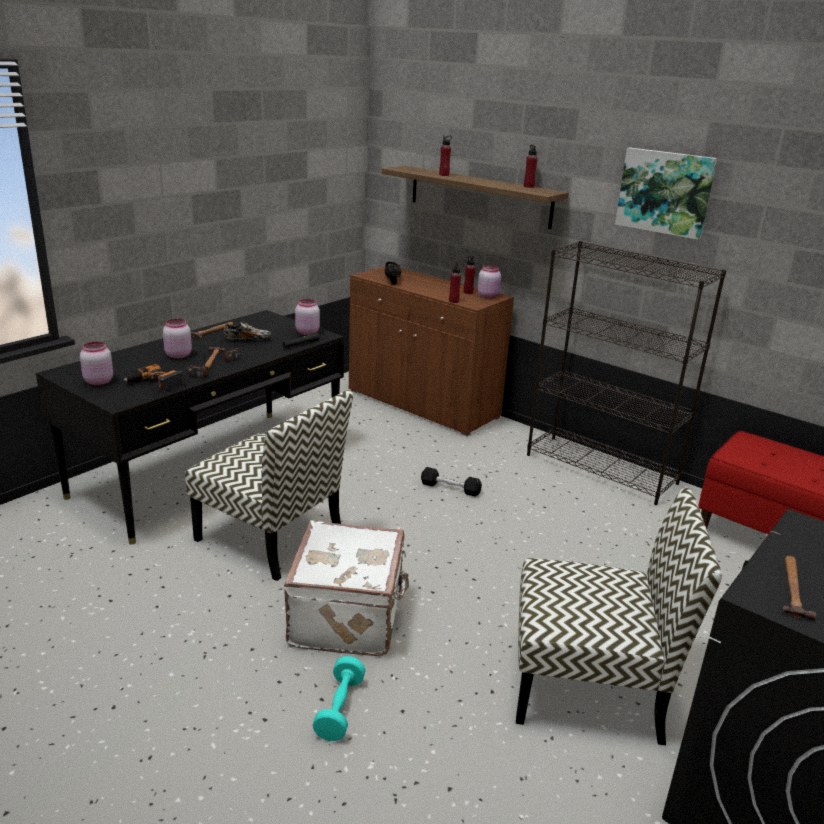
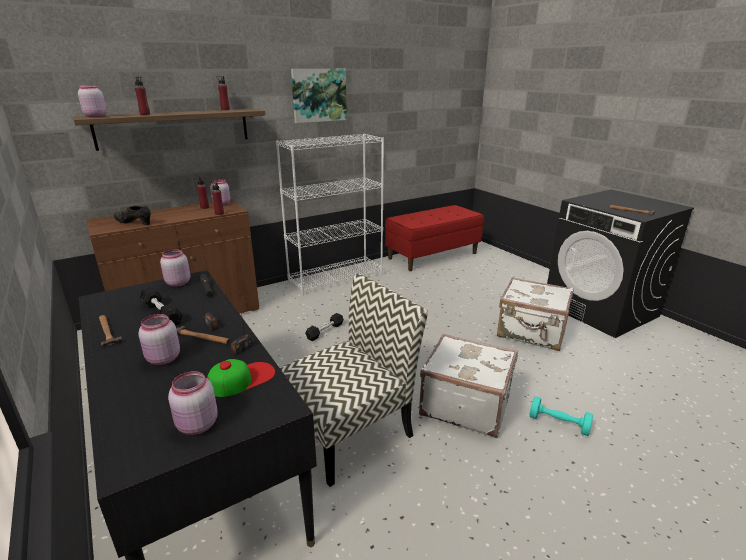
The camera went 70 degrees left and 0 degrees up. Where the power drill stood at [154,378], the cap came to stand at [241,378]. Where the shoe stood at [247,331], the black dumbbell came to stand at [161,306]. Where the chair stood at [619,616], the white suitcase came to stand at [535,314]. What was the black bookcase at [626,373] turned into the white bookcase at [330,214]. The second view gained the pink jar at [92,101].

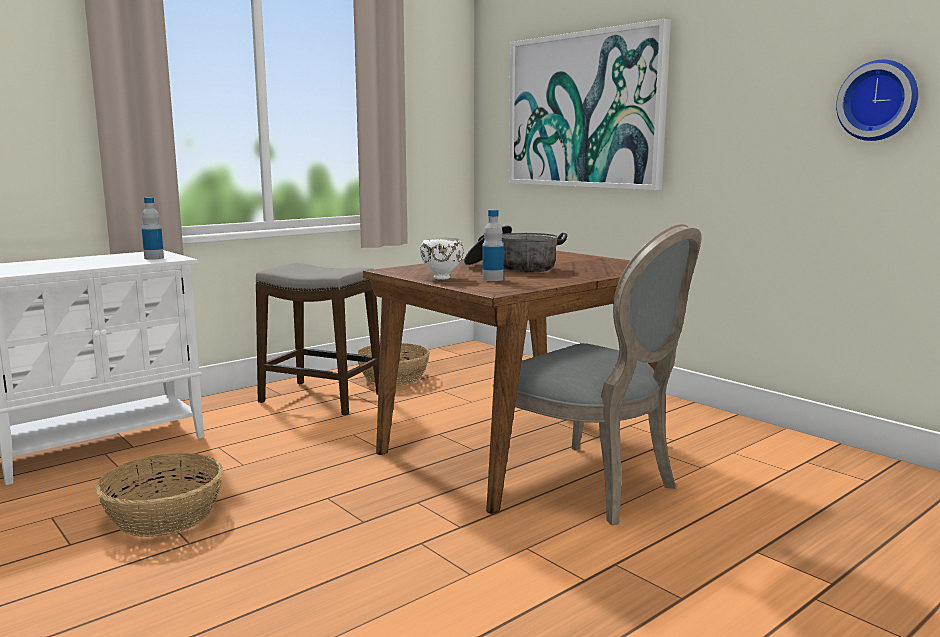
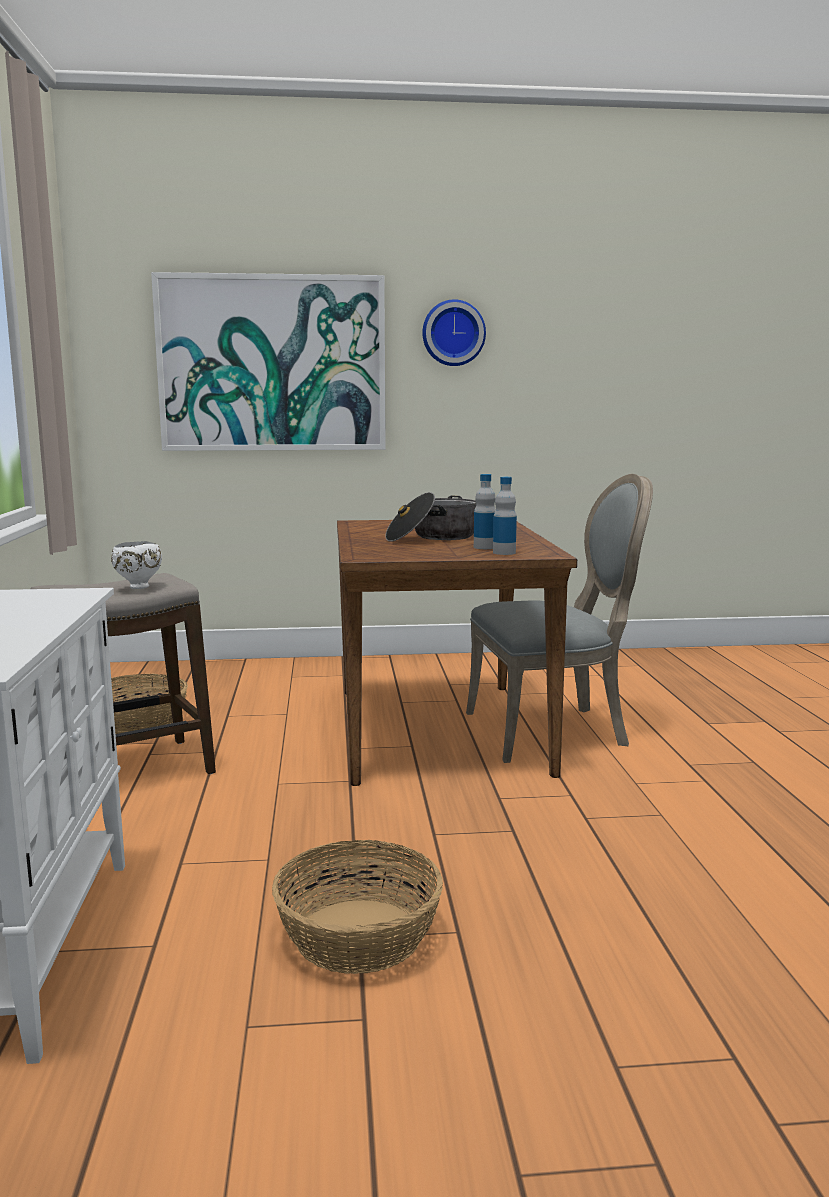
The camera went 55 degrees left and 0 degrees up. The bottle ended up elsewhere, having gone from [153,228] to [505,516]. The white bowl ended up elsewhere, having gone from [441,258] to [136,565]. The wall clock ended up elsewhere, having gone from [877,100] to [454,332].

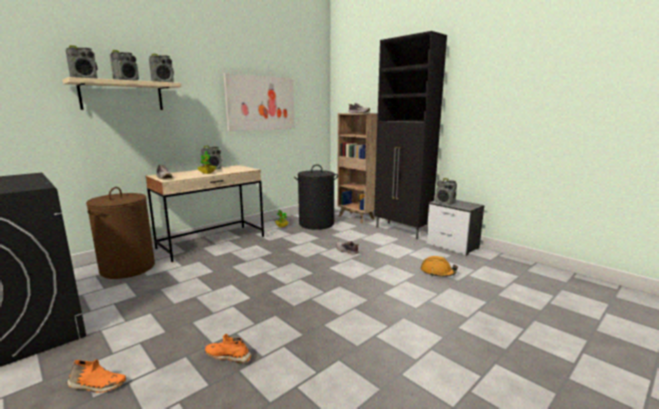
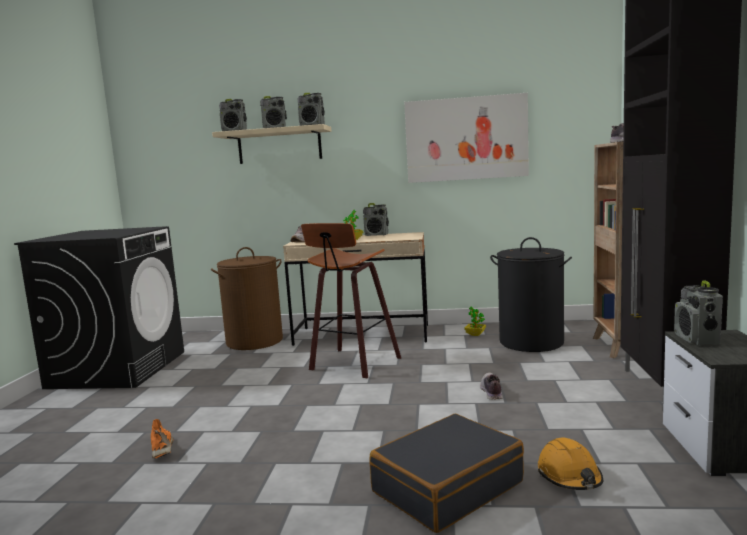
The camera went 50 degrees right and 5 degrees down. The second view lost the orange shoe at [96,376]. The second view gained the stool at [351,300]. The second view gained the black suitcase at [447,473].

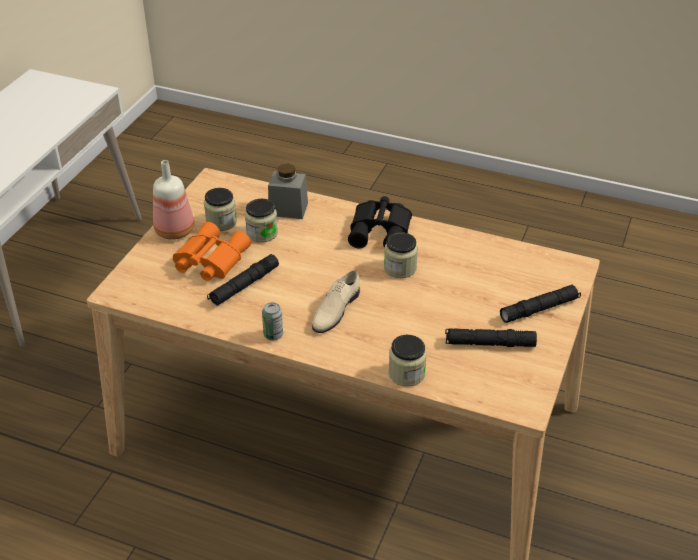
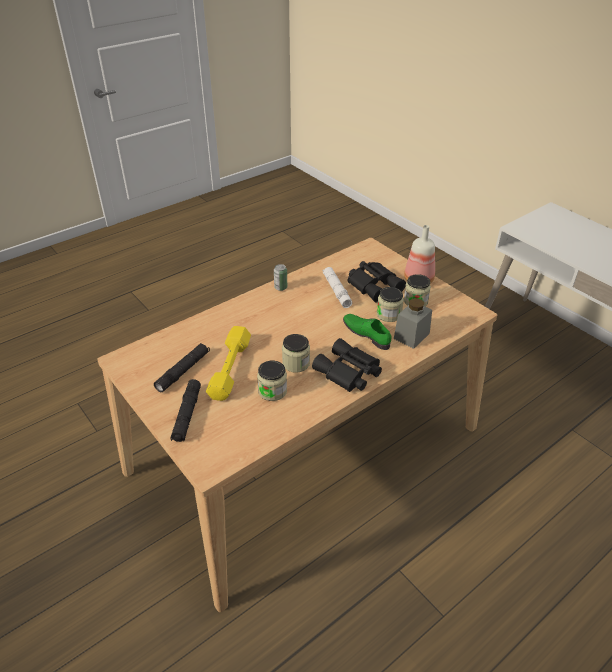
The camera went 120 degrees right and 0 degrees up. What was the orange binoculars at [212,251] turned into the black binoculars at [377,282]. What was the black flashlight at [243,280] turned into the white flashlight at [337,287]. The second view lost the beige shoe at [336,301]. The jar ended up elsewhere, having gone from [407,361] to [272,381]. The second view gained the yellow dumbbell at [228,363]. The second view gained the green shoe at [367,332].

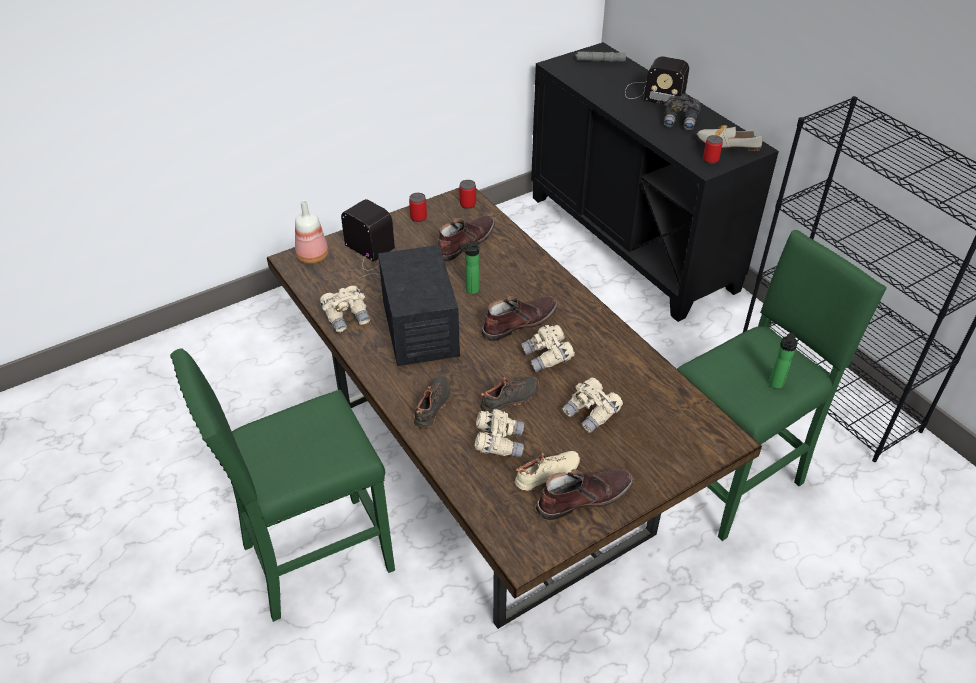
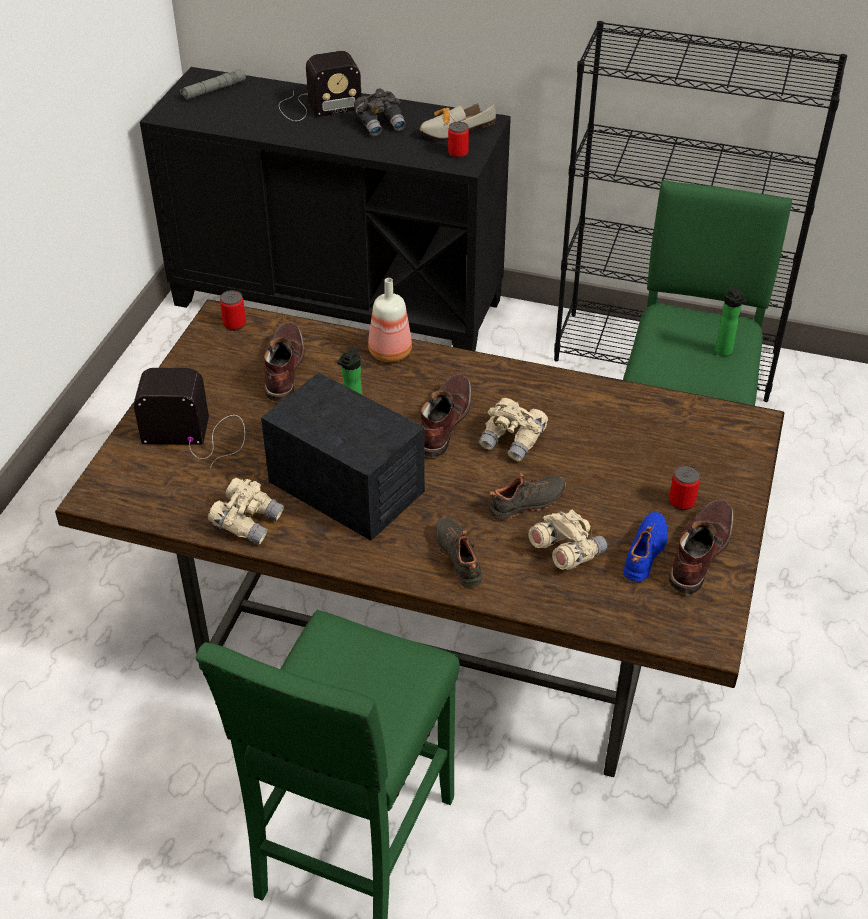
The camera went 40 degrees left and 0 degrees up. The bottle ended up elsewhere, having gone from [311,232] to [390,320]. The can ended up elsewhere, having gone from [418,207] to [684,487]. The black shoe at [509,394] ended up facing another way, 45 degrees clockwise from before. What was the beige shoe at [547,471] turned into the blue shoe at [645,547]. The second view lost the beige binoculars at [592,405].

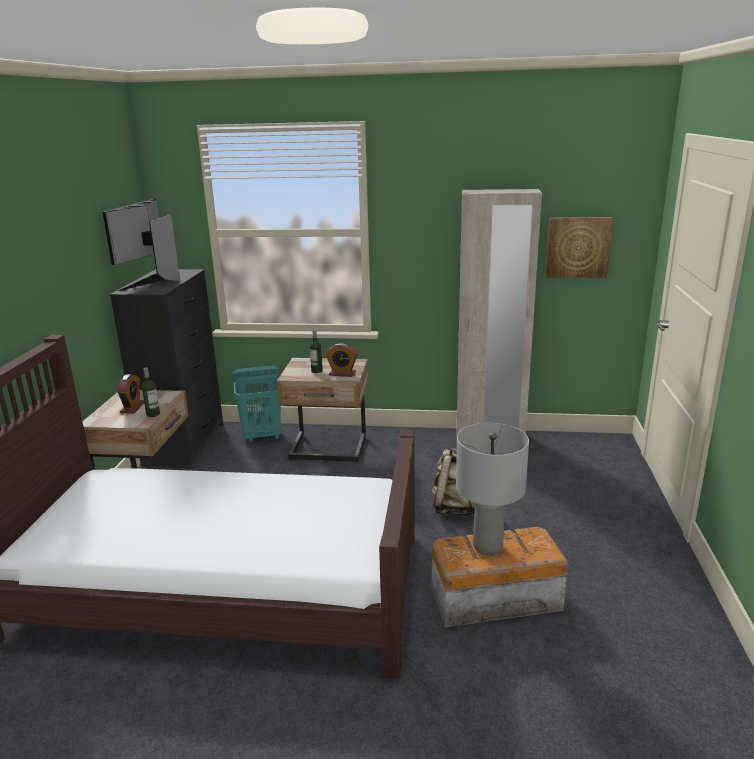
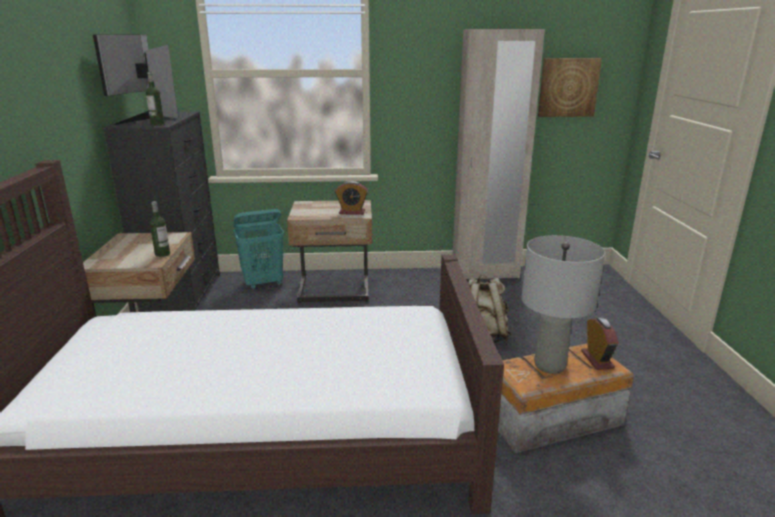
The camera went 10 degrees left and 0 degrees up. The alarm clock ended up elsewhere, having gone from [130,393] to [600,343]. The bottle ended up elsewhere, having gone from [316,351] to [155,98].

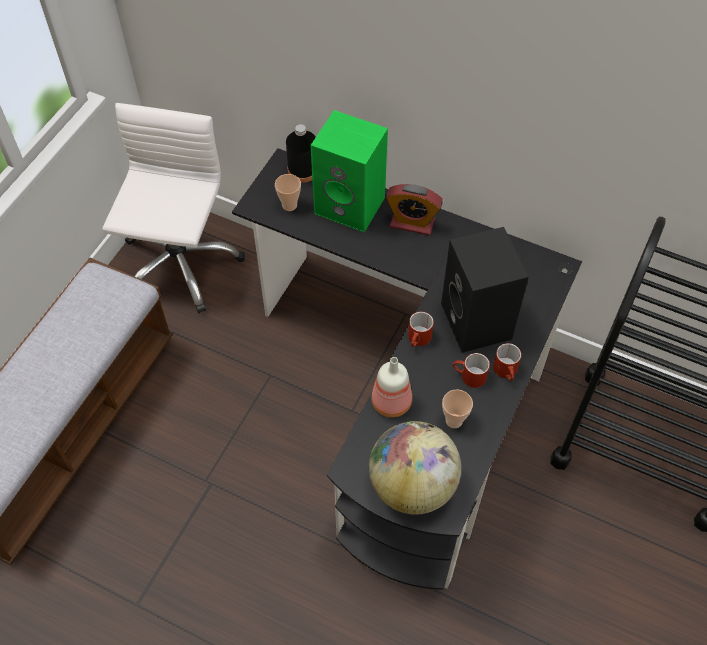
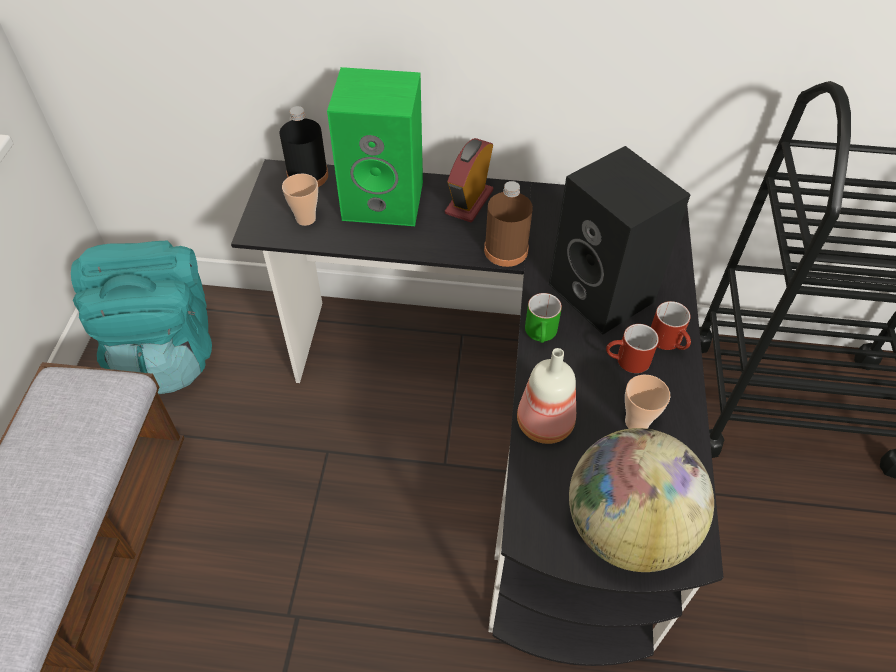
The camera went 20 degrees left and 5 degrees down. Where the white office chair stood at [173,208], the turquoise backpack came to stand at [141,317]. The alarm clock at [414,209] ended up facing another way, 120 degrees clockwise from before. What was the red mug at [421,329] turned into the green mug at [543,318]. The second view gained the brown bottle at [508,224].

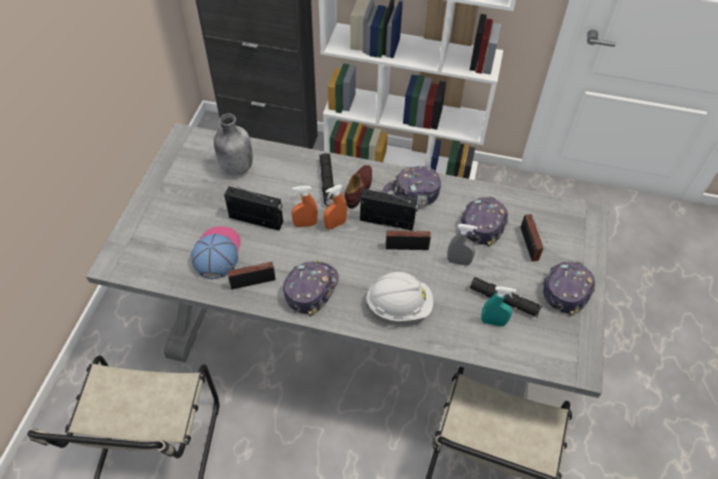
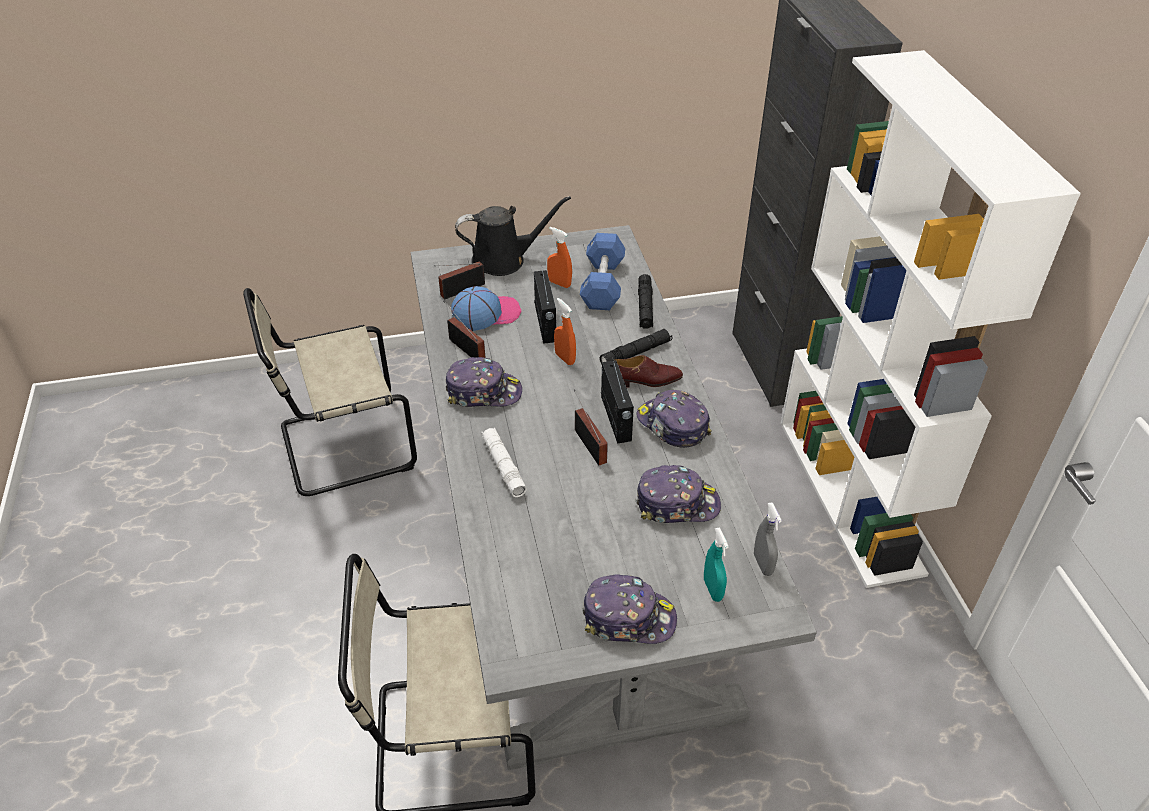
The camera went 65 degrees right and 10 degrees down. Where the grey bottle stood at [233,144], the blue dumbbell came to stand at [602,271]. The orange spray bottle ended up elsewhere, having gone from [335,207] to [559,257]. Where the white hard hat stood at [399,296], the white flashlight came to stand at [504,462]. The grey spray bottle ended up elsewhere, having gone from [462,245] to [768,539]. The black flashlight ended up elsewhere, having gone from [506,297] to [645,301]. The turquoise spray bottle ended up elsewhere, having gone from [498,306] to [716,565]. The radio ended up elsewhere, having gone from [534,237] to [459,280]. The second view gained the black watering can at [513,236].

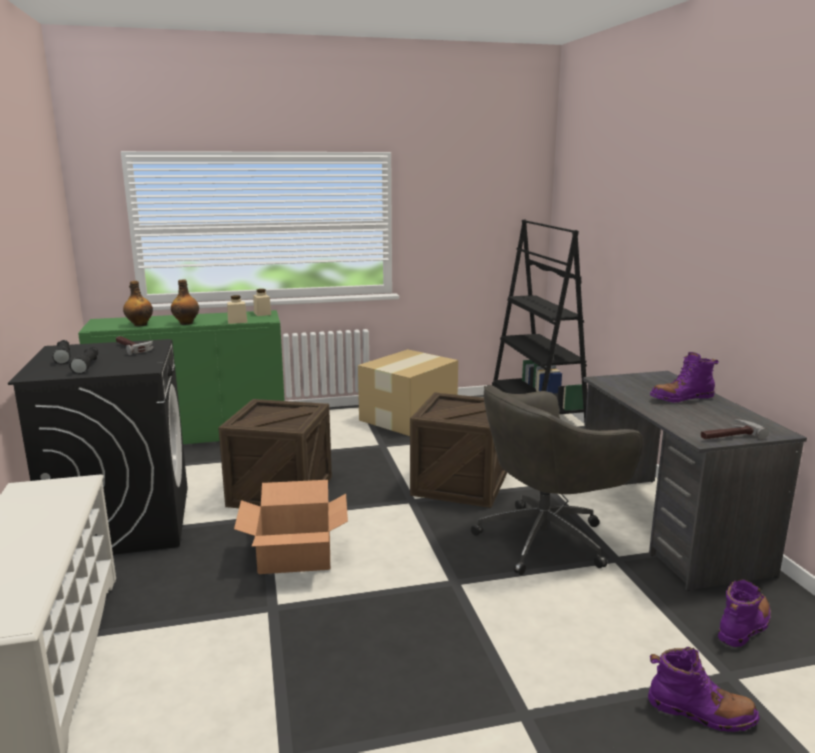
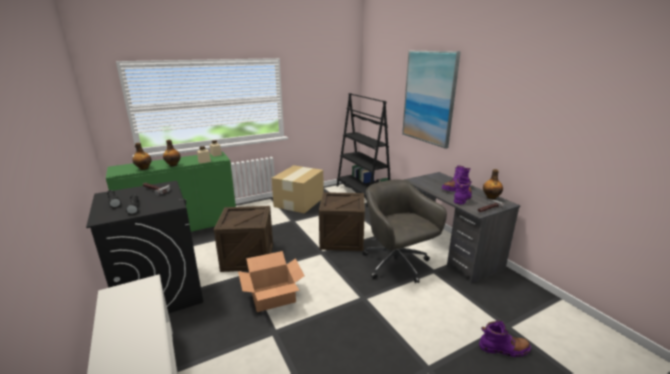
The camera went 15 degrees left and 5 degrees up. The grey office chair at [557,480] ended up facing another way, 105 degrees clockwise from before. The purple boot ended up elsewhere, having gone from [744,613] to [463,190]. The second view gained the picture at [431,99]. The second view gained the bottle at [493,184].

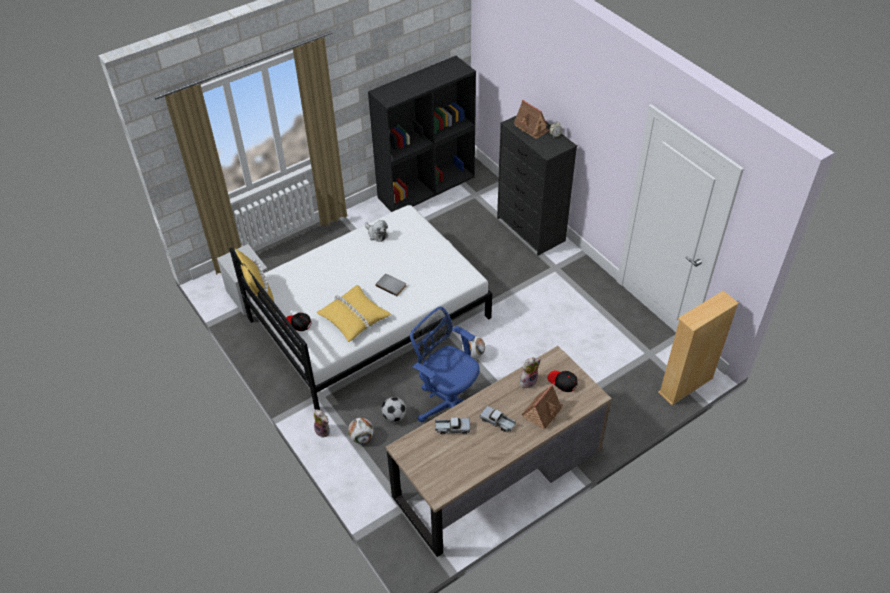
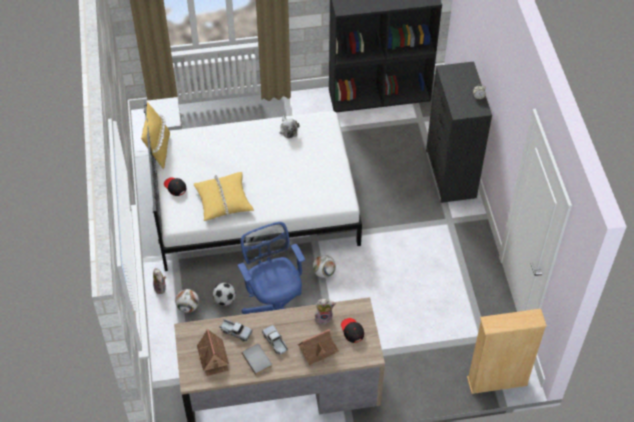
The camera went 25 degrees right and 5 degrees up. The grey book ended up elsewhere, having gone from [390,285] to [257,359]. The toy house ended up elsewhere, having gone from [531,119] to [213,352].

